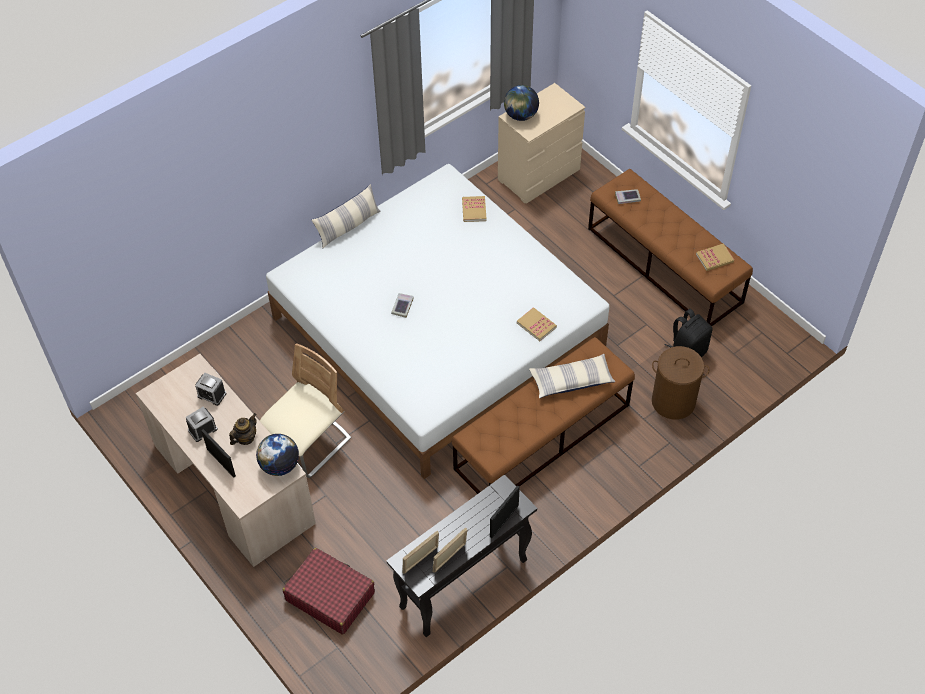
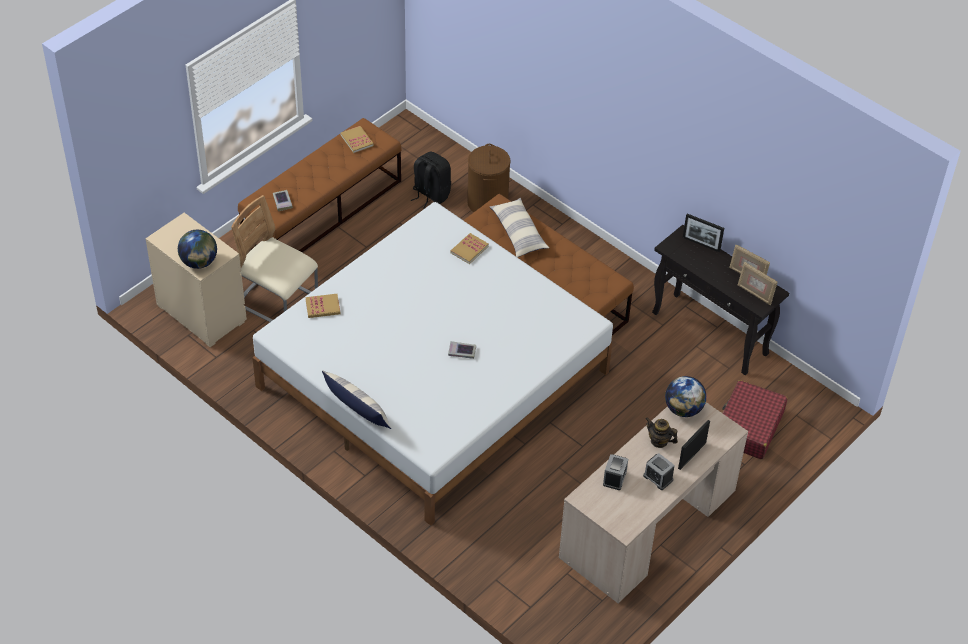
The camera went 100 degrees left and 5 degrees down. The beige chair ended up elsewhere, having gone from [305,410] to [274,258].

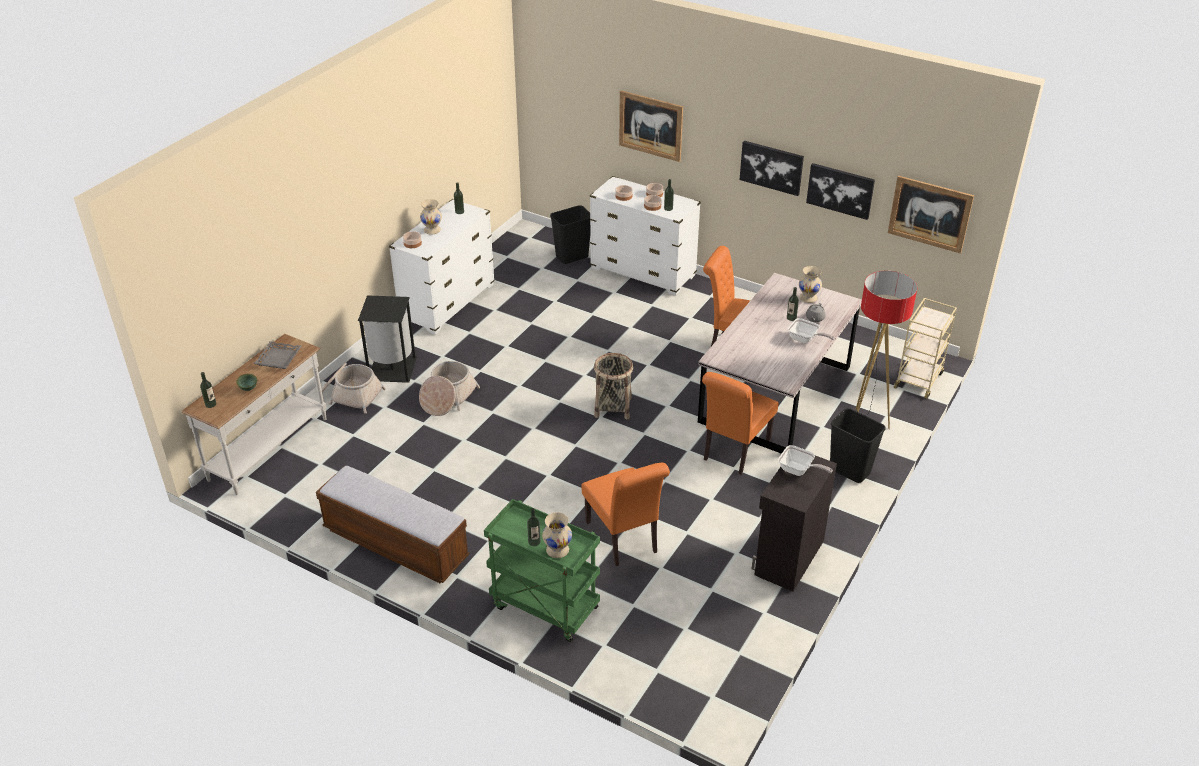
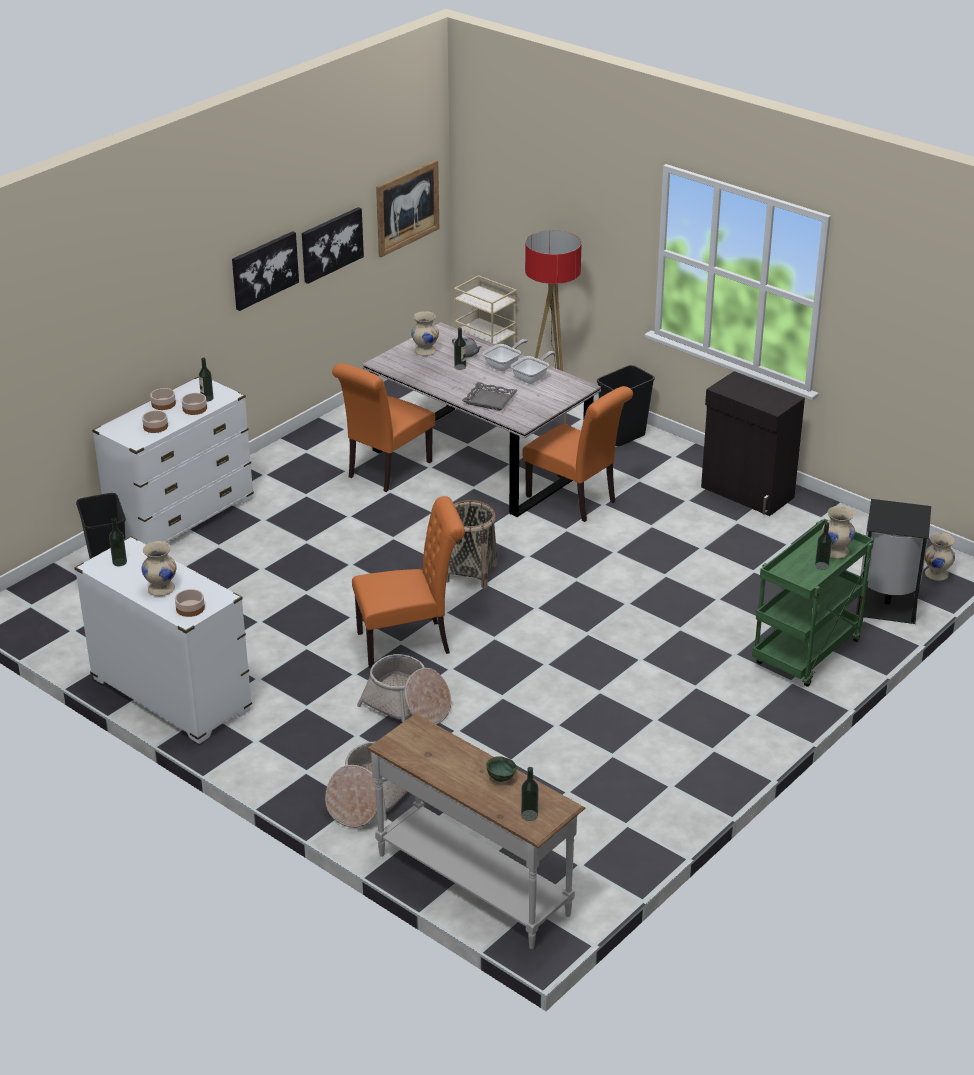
The camera went 80 degrees left and 5 degrees down. The grey tray ended up elsewhere, having gone from [277,355] to [490,396]. The second view lost the bench at [392,524]. The black trash can ended up elsewhere, having gone from [387,339] to [893,561]. The orange chair ended up elsewhere, having gone from [625,514] to [408,582]. The second view lost the picture at [651,126]. The frying pan ended up elsewhere, having gone from [805,460] to [533,367]. The second view gained the beige vase at [940,557].

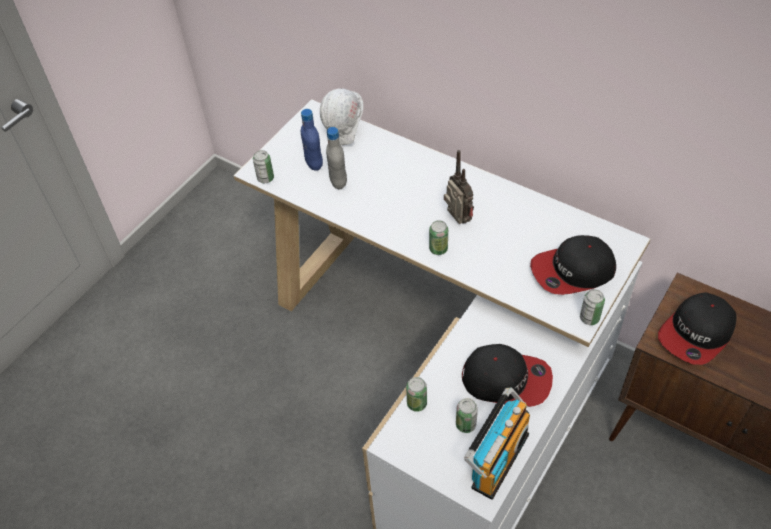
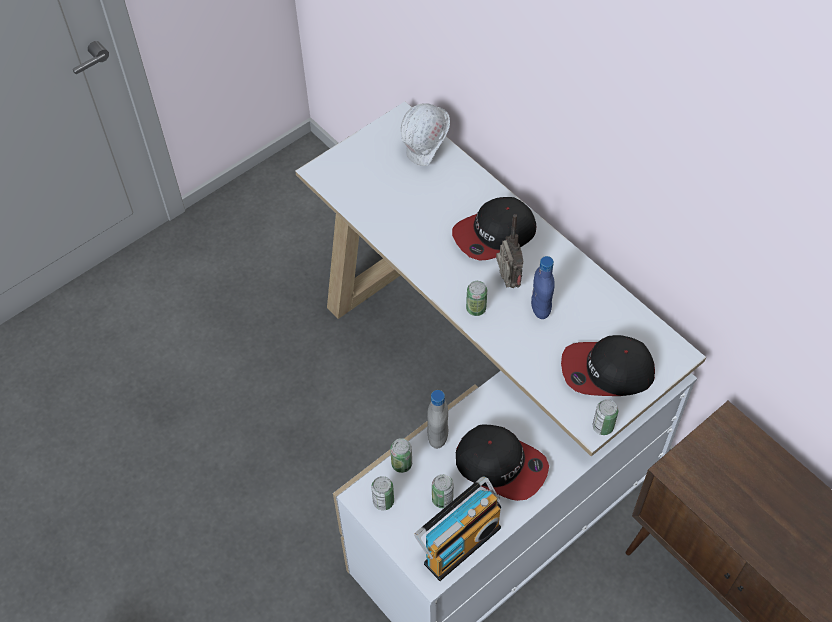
The camera went 15 degrees right and 5 degrees up. The can ended up elsewhere, having gone from [263,166] to [382,493]. The blue bottle ended up elsewhere, having gone from [312,140] to [543,287]. The grey bottle ended up elsewhere, having gone from [336,158] to [437,419]. The cap ended up elsewhere, having gone from [697,328] to [494,229].

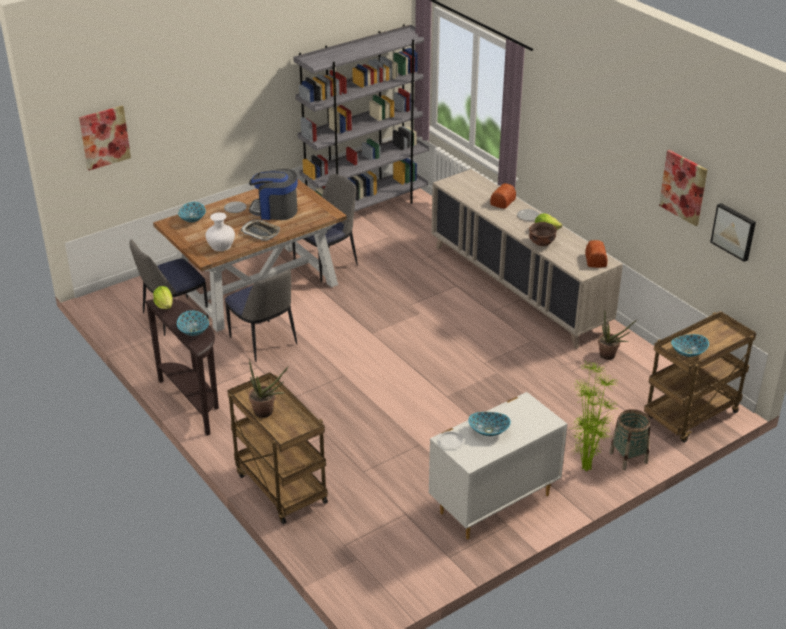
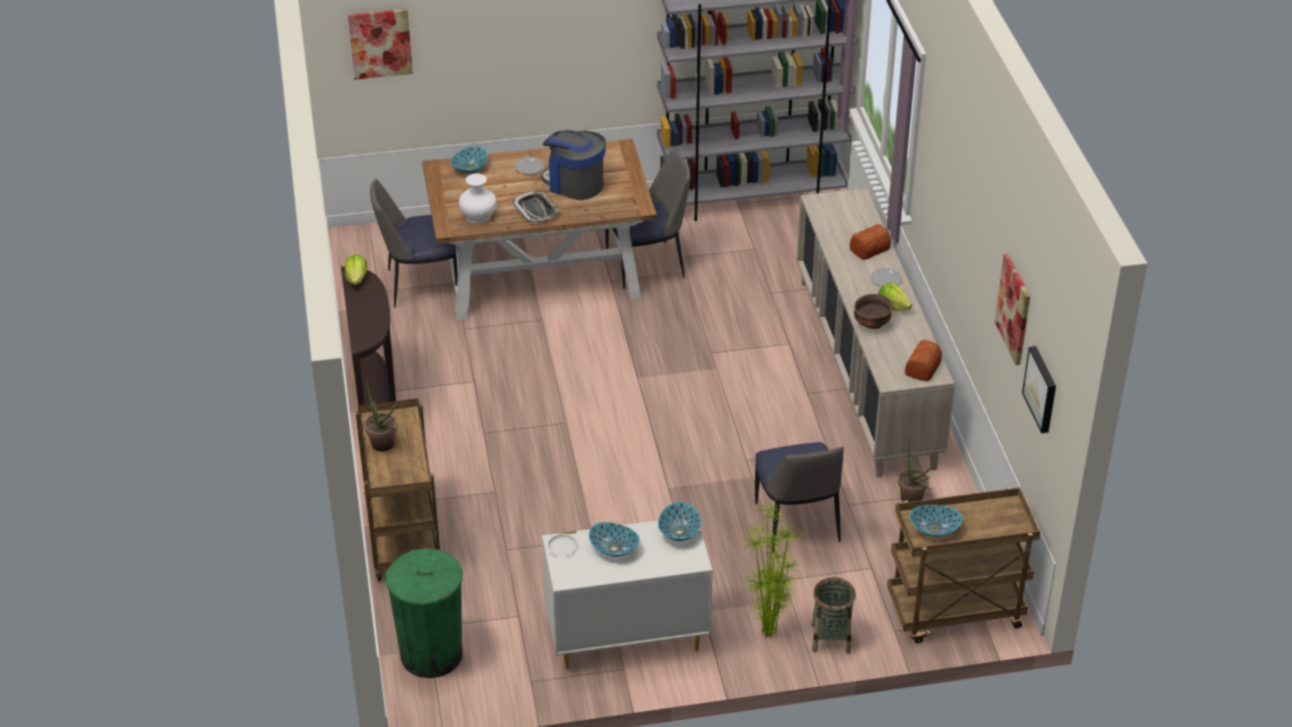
The camera went 25 degrees right and 5 degrees up. The bowl ended up elsewhere, having gone from [193,323] to [679,521]. The chair ended up elsewhere, having gone from [261,315] to [799,497]. The second view gained the green trash can at [424,613].

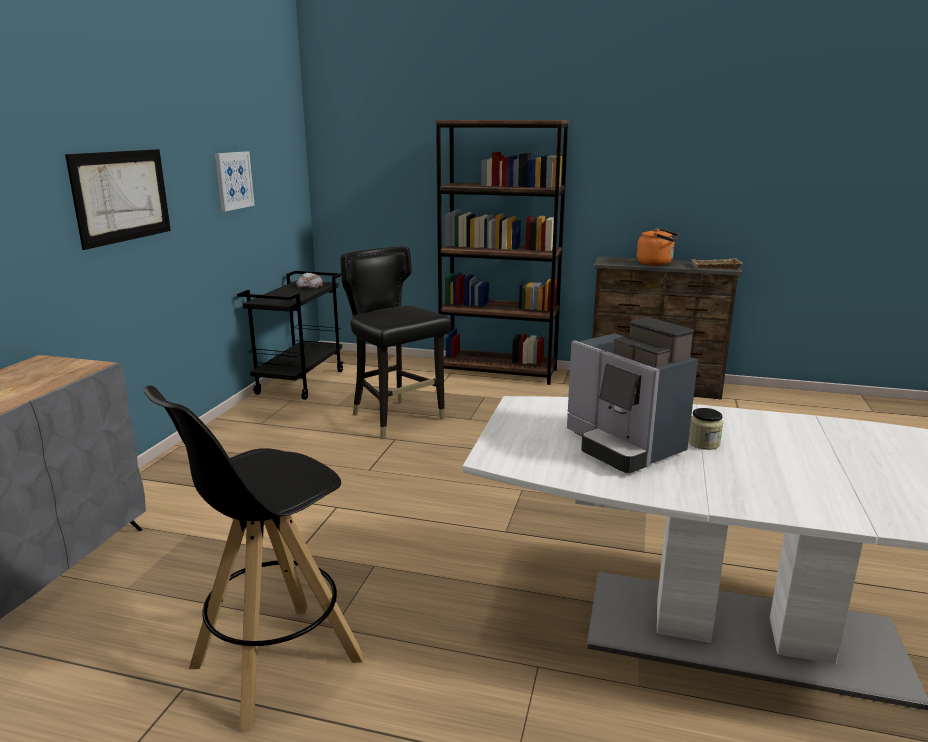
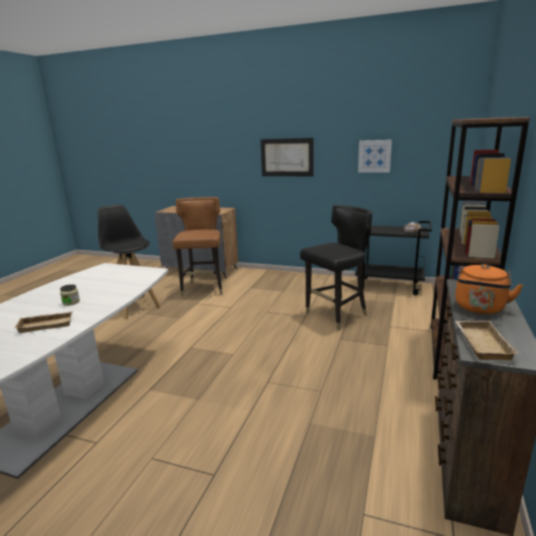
The camera went 95 degrees right and 0 degrees up. The second view lost the coffee machine at [632,395]. The second view gained the beige tray at [43,322]. The second view gained the brown chair at [198,247].

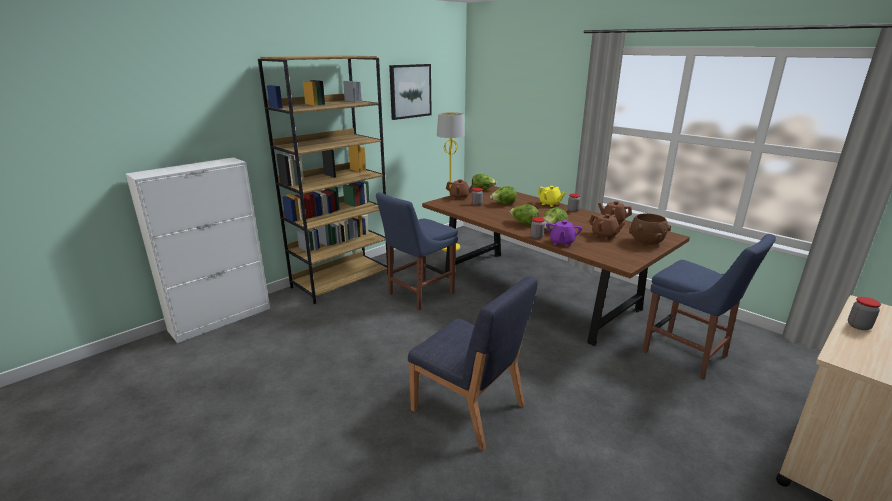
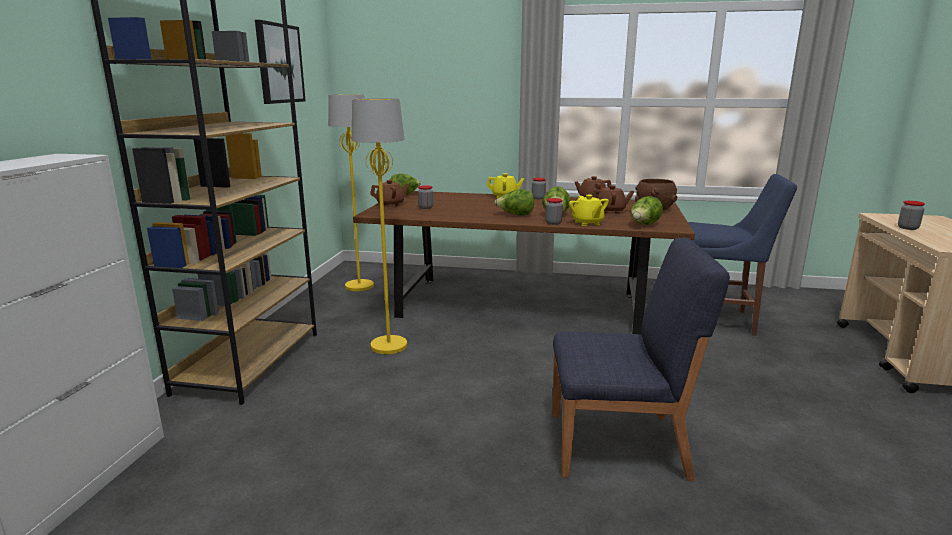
The camera went 35 degrees left and 5 degrees down. Where the blue chair stood at [417,251], the yellow floor lamp came to stand at [379,226]. The lettuce ended up elsewhere, having gone from [503,195] to [646,210]. What was the purple teapot at [564,232] turned into the yellow teapot at [589,210].

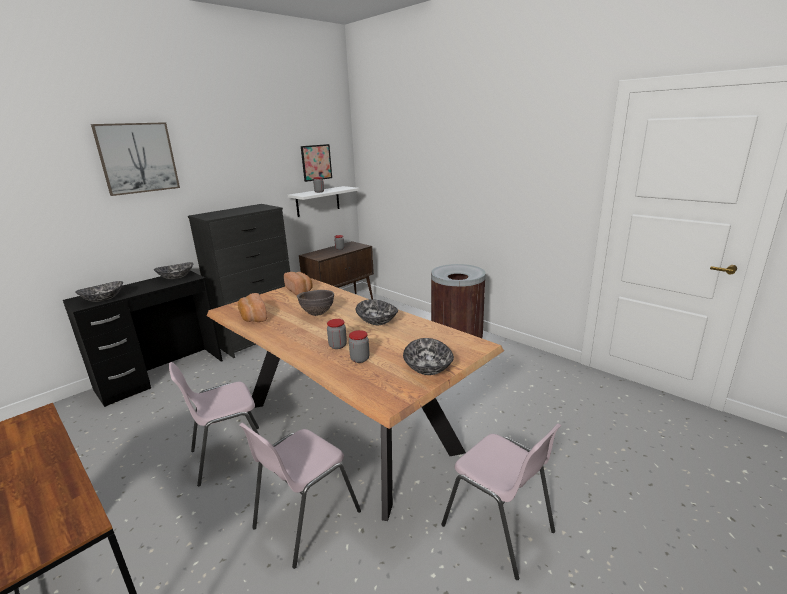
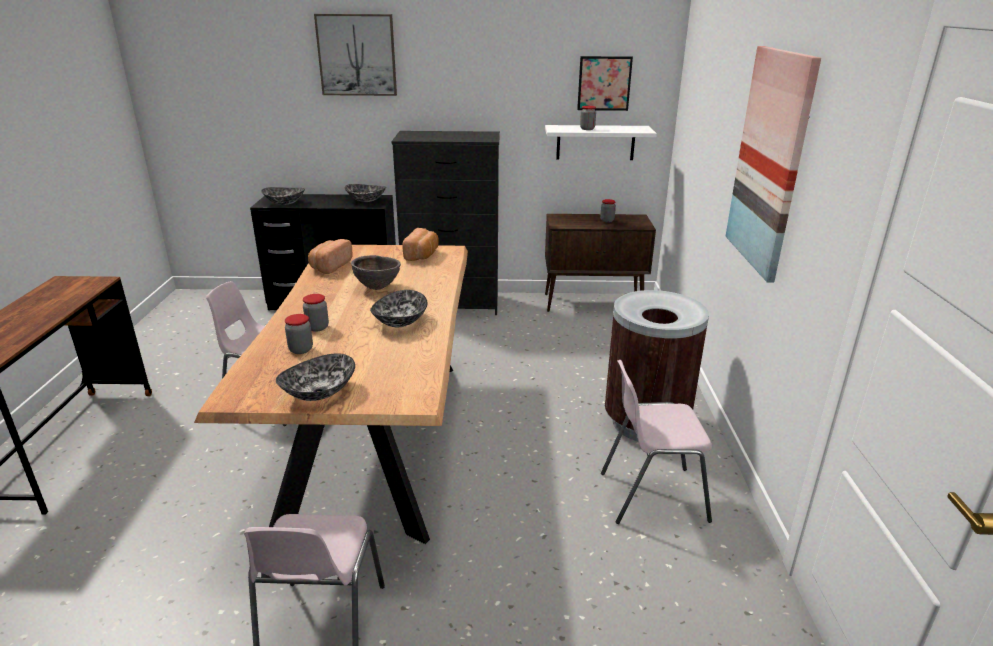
The camera went 45 degrees right and 5 degrees up. The pink chair ended up elsewhere, having gone from [300,496] to [656,442]. The second view gained the picture at [773,164].

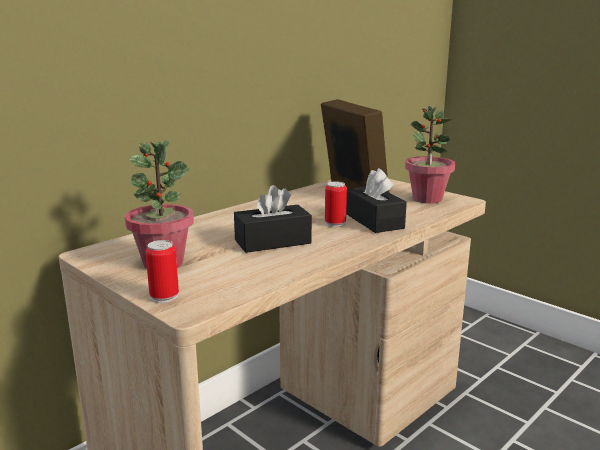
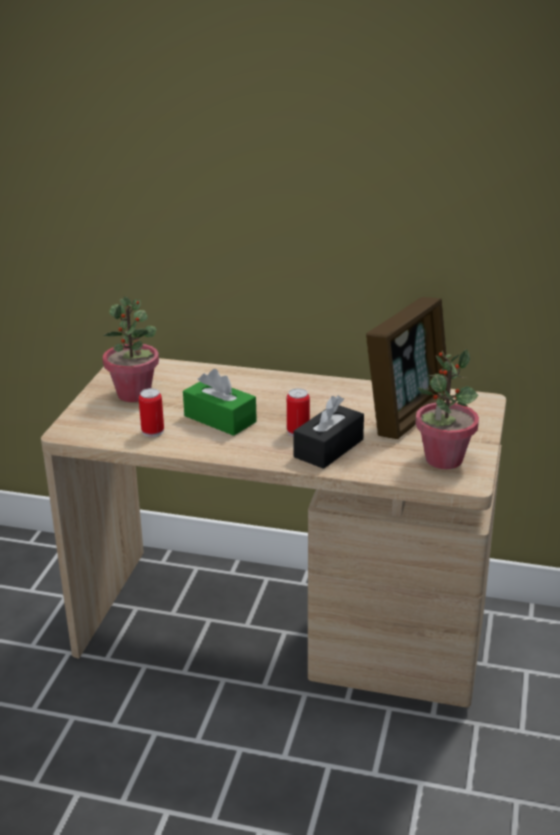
The camera went 60 degrees right and 10 degrees up. The can ended up elsewhere, having gone from [162,271] to [151,412]. What was the black tissue box at [273,219] turned into the green tissue box at [220,402].

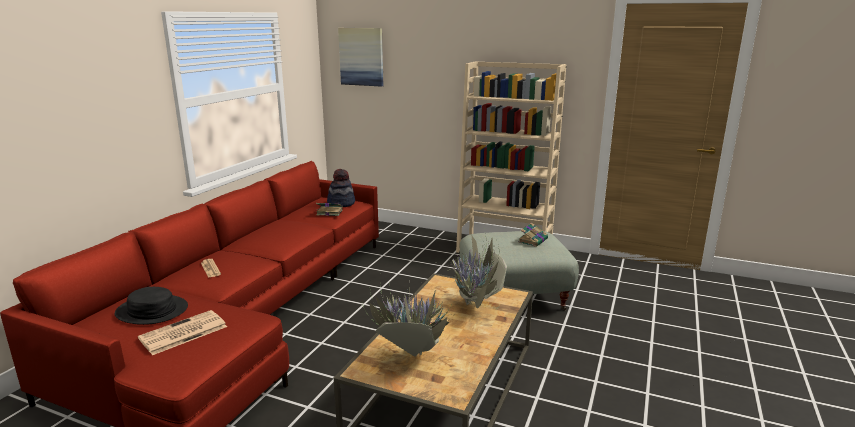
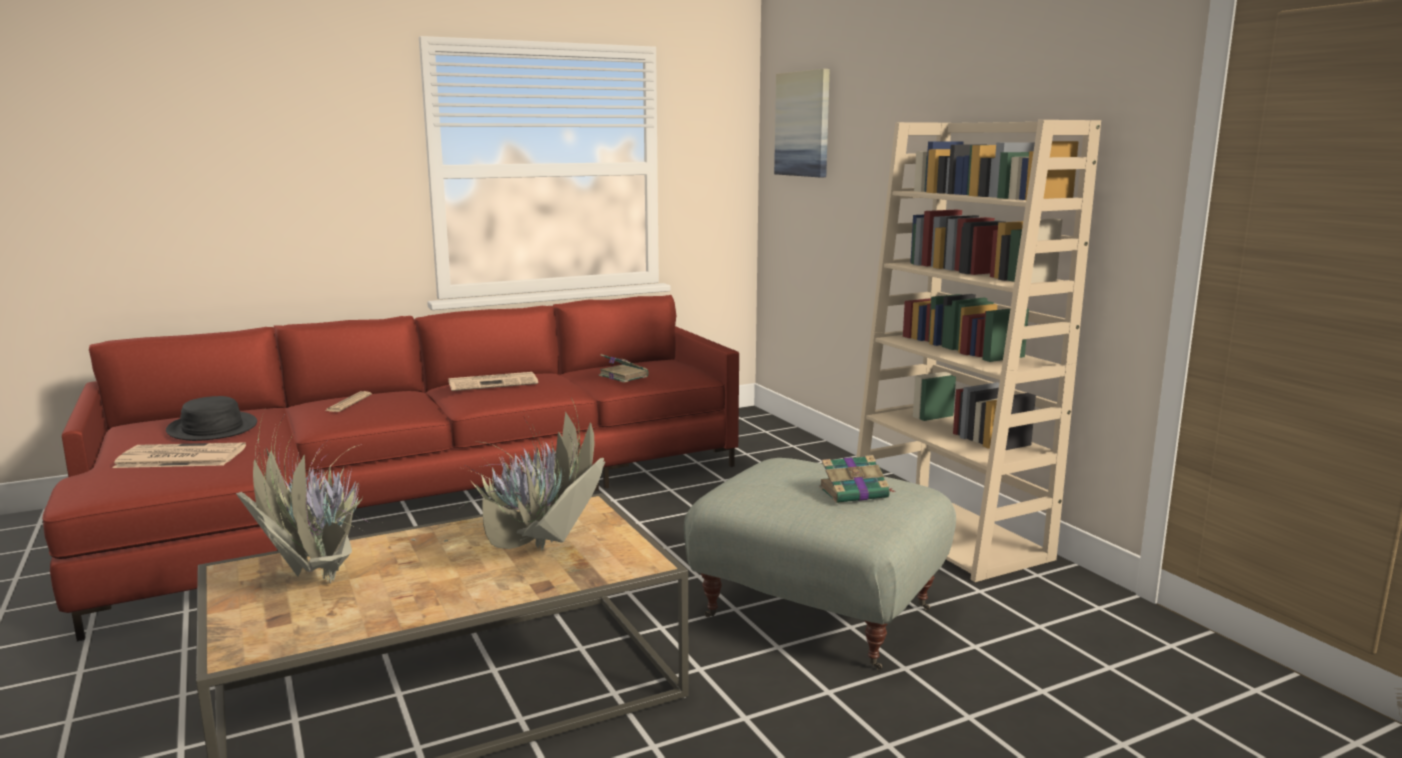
The camera went 40 degrees right and 5 degrees down. The second view lost the hat at [341,188]. The second view gained the newspaper at [493,381].

